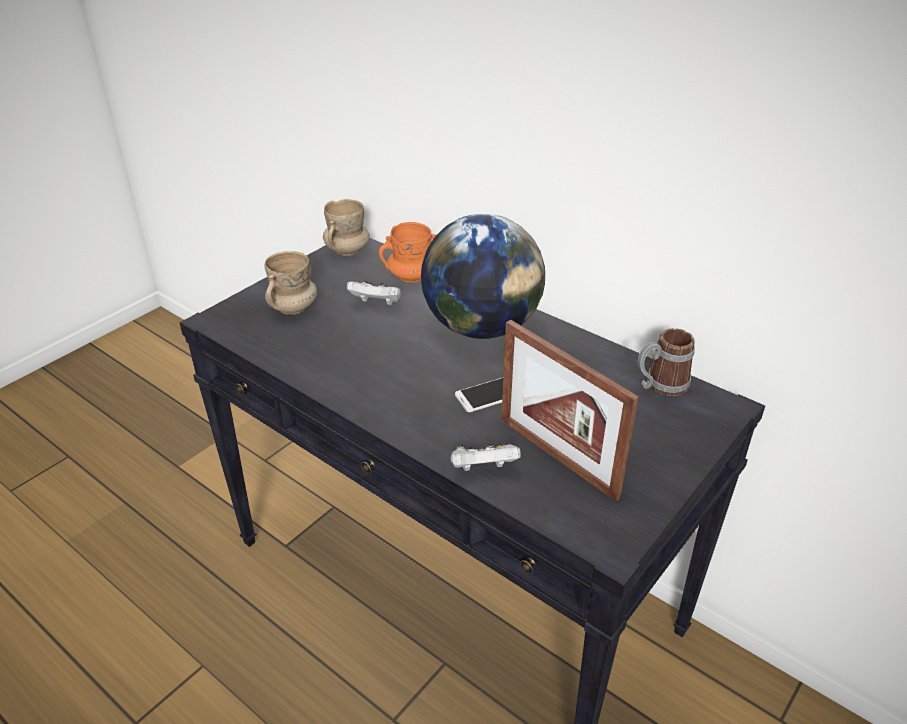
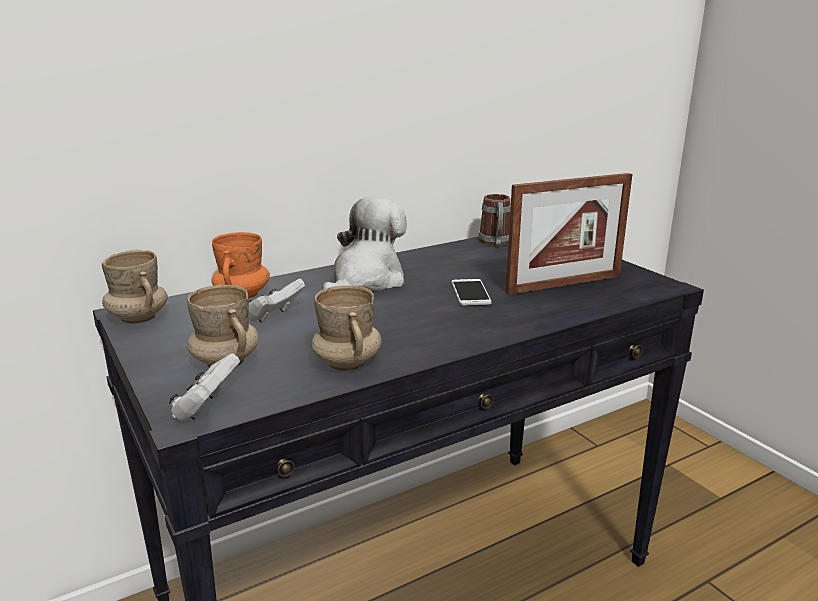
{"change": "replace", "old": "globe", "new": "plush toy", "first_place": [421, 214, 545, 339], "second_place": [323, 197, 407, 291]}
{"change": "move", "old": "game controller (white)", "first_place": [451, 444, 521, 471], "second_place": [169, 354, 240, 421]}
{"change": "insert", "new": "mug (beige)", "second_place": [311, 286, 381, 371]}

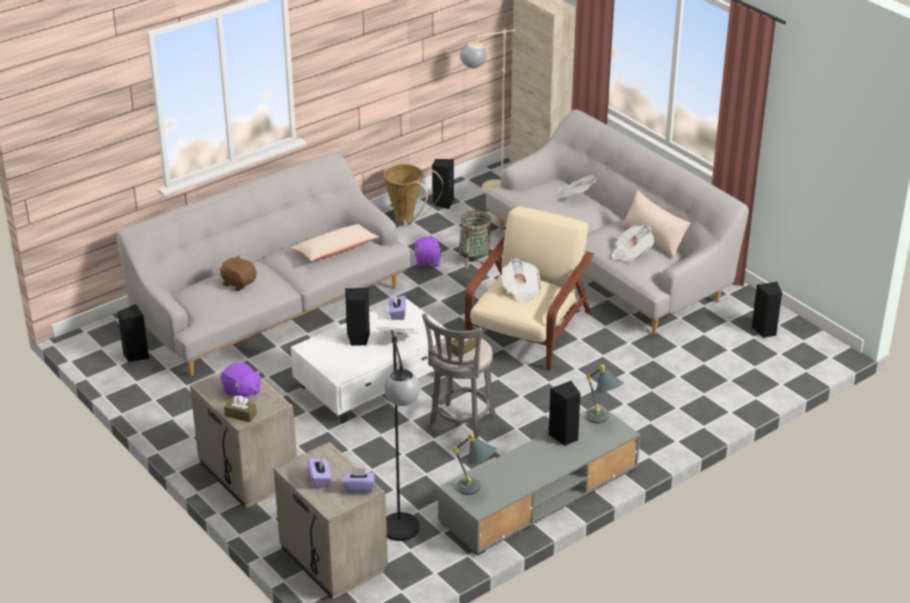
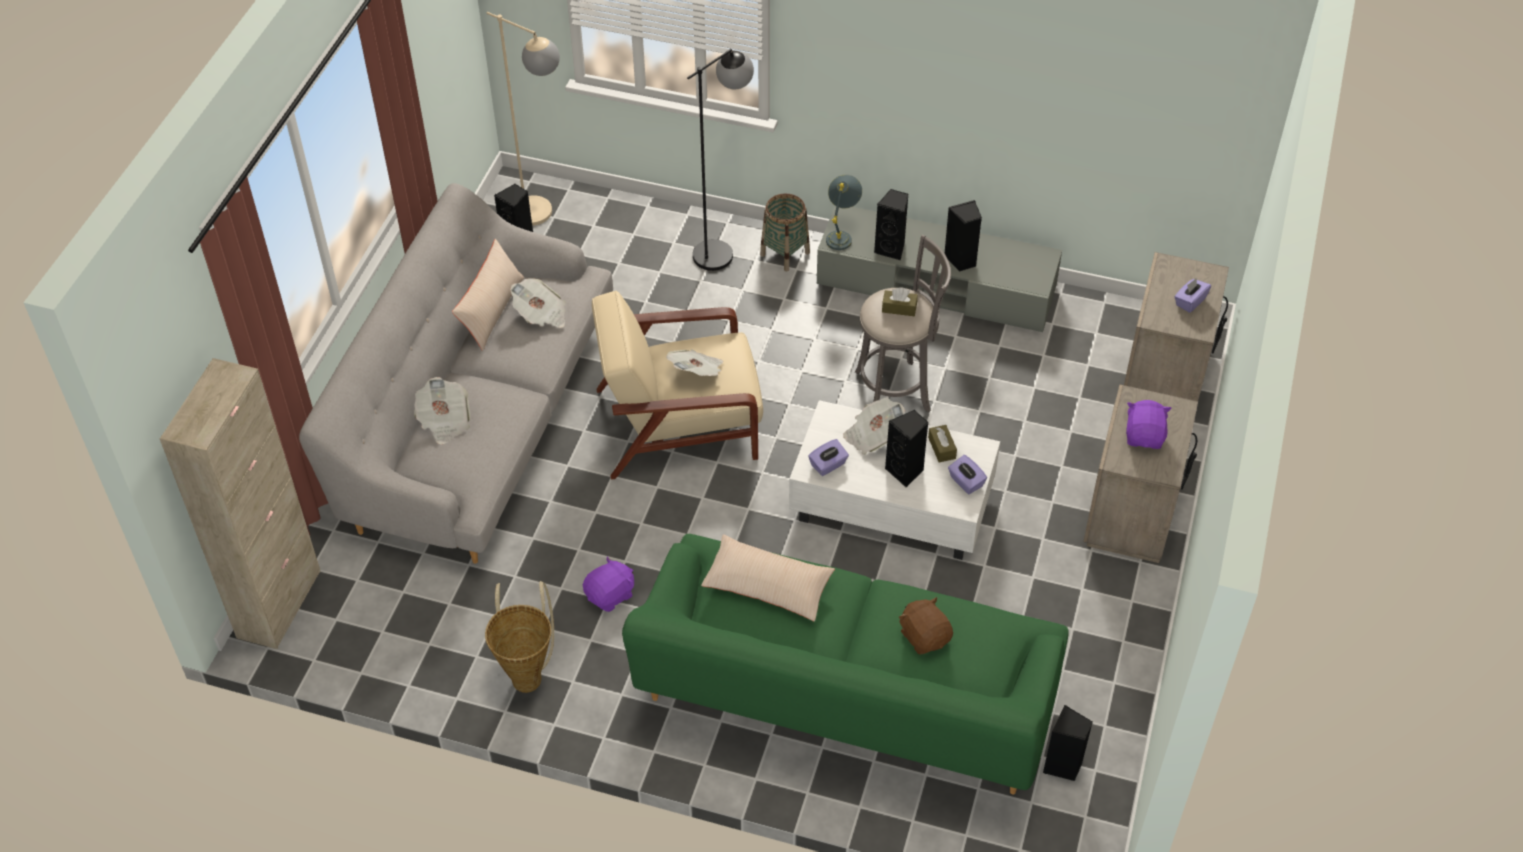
{"change": "move", "old": "floor lamp (beige)", "first_place": [460, 29, 515, 194], "second_place": [486, 12, 560, 226]}
{"change": "recolor", "old": "sofa (grey)", "new": "sofa (green)", "first_place": [117, 152, 410, 376], "second_place": [622, 534, 1068, 794]}
{"change": "move", "old": "speaker (black)", "first_place": [432, 159, 454, 209], "second_place": [945, 200, 982, 272]}
{"change": "move", "old": "basket", "first_place": [459, 210, 492, 269], "second_place": [760, 194, 810, 271]}
{"change": "rotate", "old": "plush toy (brown)", "first_place": [219, 255, 257, 291], "second_place": [899, 597, 953, 655], "degrees": 150}
{"change": "move", "old": "floor lamp (black)", "first_place": [384, 330, 420, 541], "second_place": [687, 49, 754, 271]}
{"change": "move", "old": "tissue box (brown)", "first_place": [224, 395, 257, 422], "second_place": [928, 425, 957, 462]}
{"change": "delete", "old": "table lamp (grey)", "first_place": [452, 434, 496, 495]}
{"change": "move", "old": "tissue box (purple)", "first_place": [342, 468, 375, 494], "second_place": [948, 455, 987, 494]}

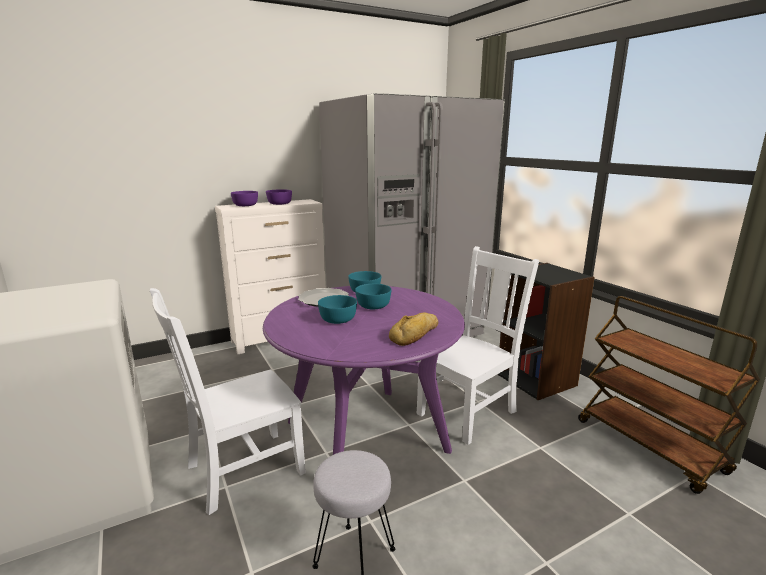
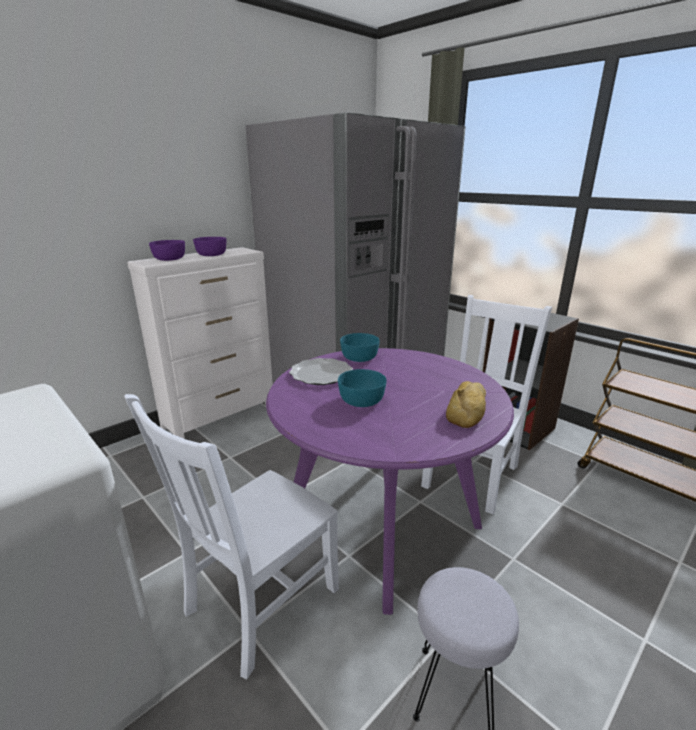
{"change": "delete", "old": "bowl (turquoise)", "first_place": [355, 284, 391, 309]}

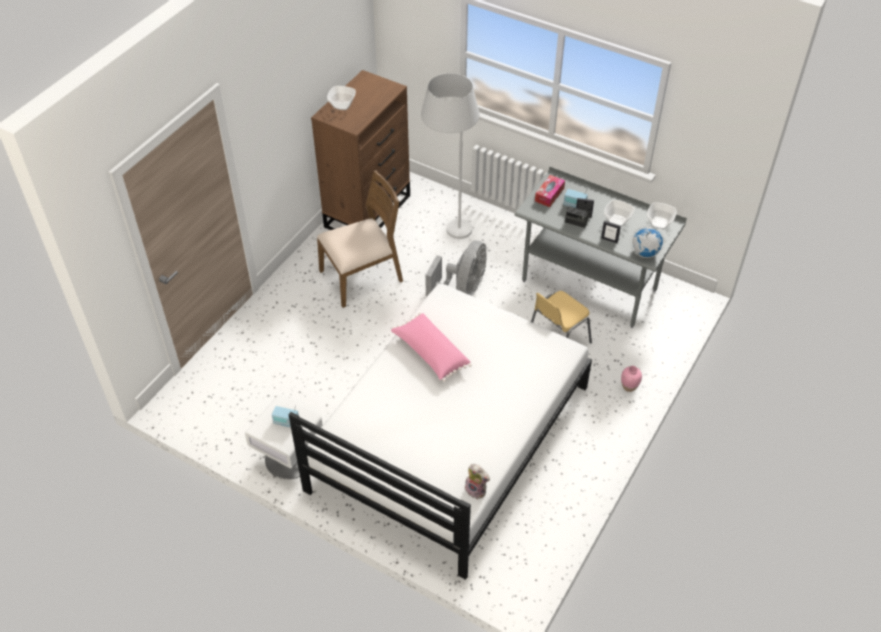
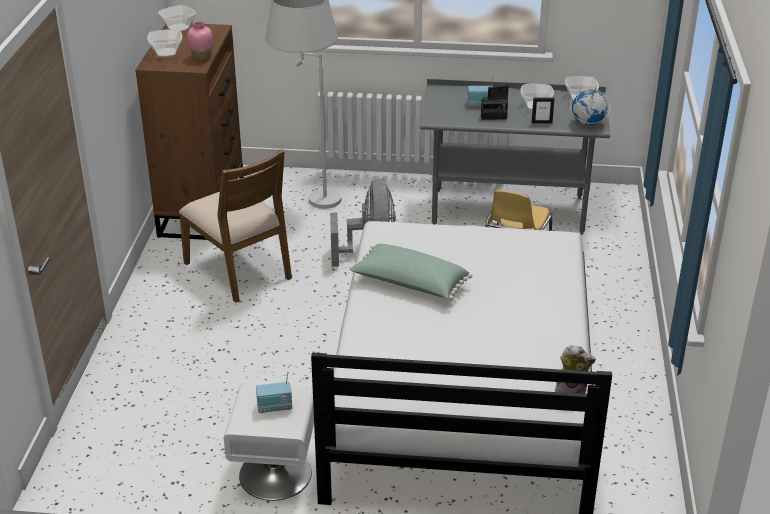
{"change": "rotate", "old": "chair (brown)", "first_place": [317, 170, 403, 308], "second_place": [179, 149, 292, 303], "degrees": 105}
{"change": "delete", "old": "tissue box", "first_place": [535, 175, 565, 207]}
{"change": "recolor", "old": "pillow (pink)", "new": "pillow (green)", "first_place": [391, 313, 472, 382], "second_place": [349, 244, 472, 300]}
{"change": "move", "old": "vase (pink)", "first_place": [621, 366, 642, 392], "second_place": [187, 21, 213, 60]}
{"change": "insert", "new": "bowl", "second_place": [158, 5, 196, 32]}

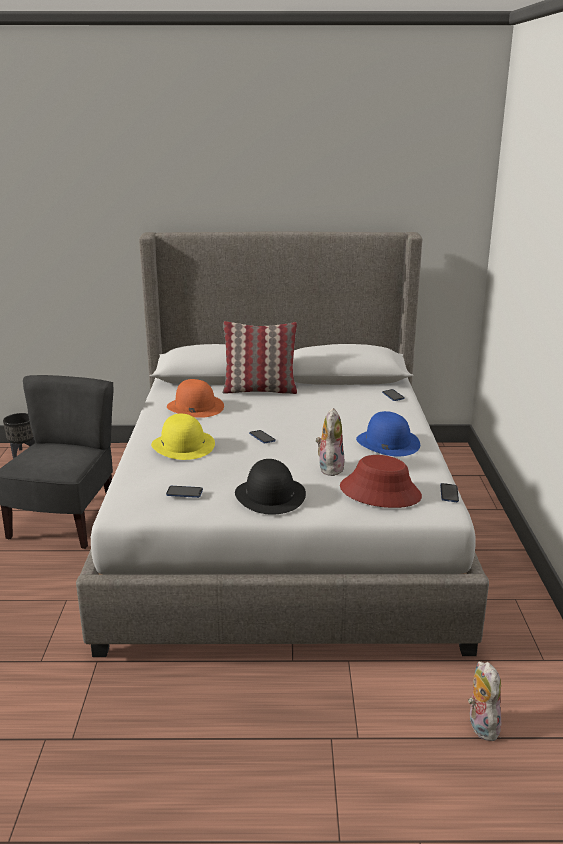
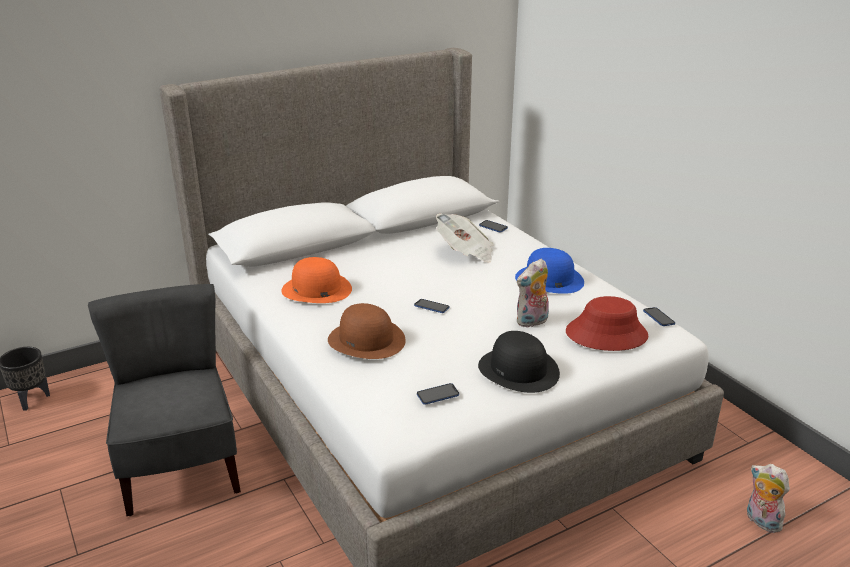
{"change": "delete", "old": "pillow", "first_place": [222, 321, 297, 394]}
{"change": "rotate", "old": "plush toy", "first_place": [316, 408, 344, 476], "second_place": [516, 259, 549, 327], "degrees": -105}
{"change": "recolor", "old": "hat (yellow)", "new": "hat (brown)", "first_place": [151, 414, 215, 460], "second_place": [328, 303, 406, 359]}
{"change": "insert", "new": "newspaper", "second_place": [436, 213, 494, 262]}

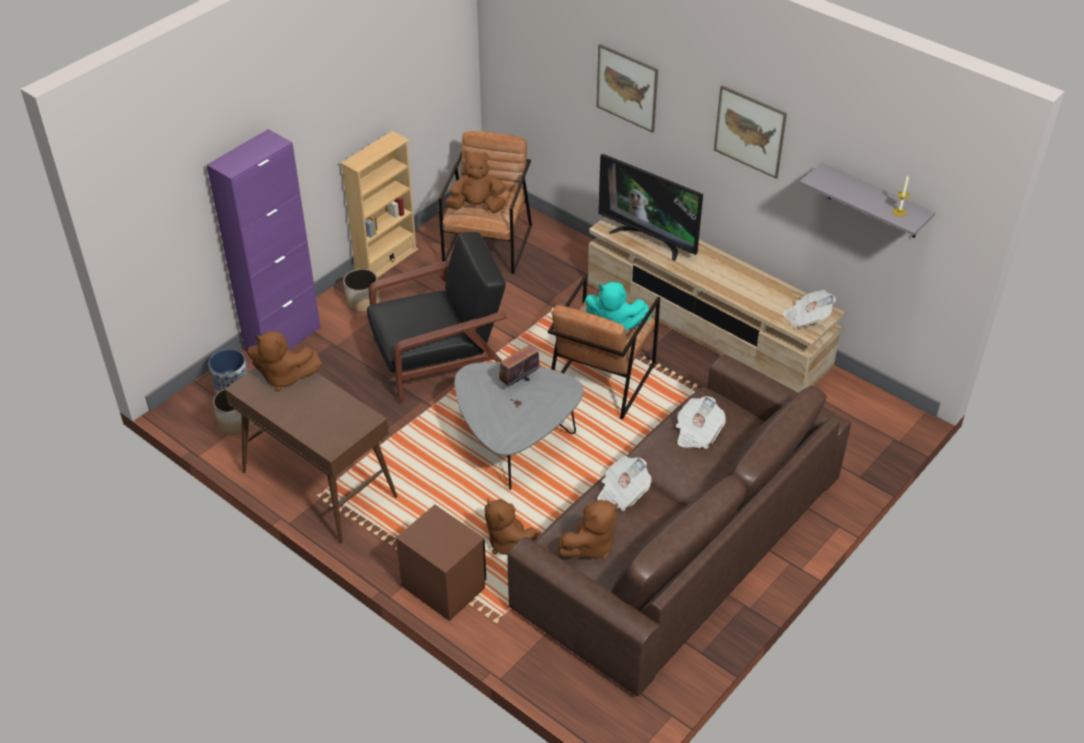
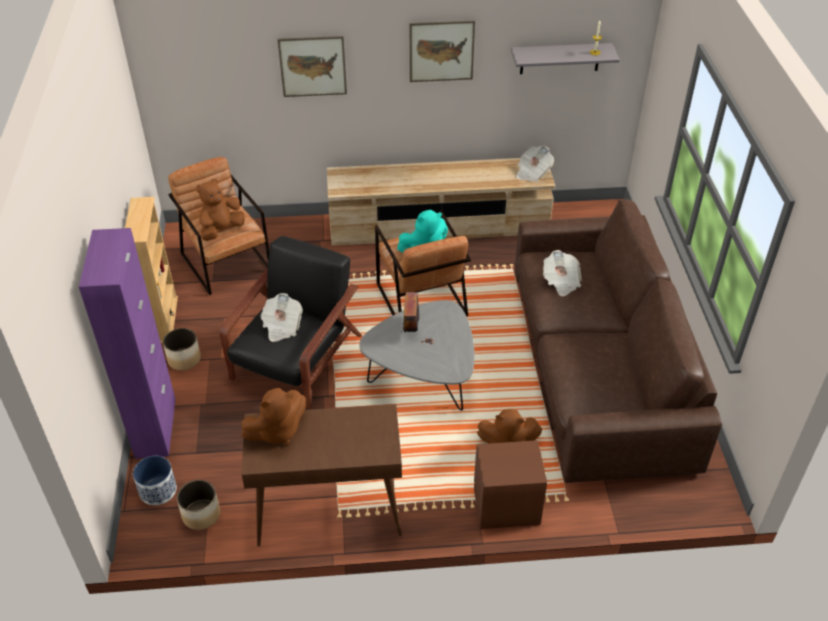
{"change": "delete", "old": "television", "first_place": [598, 153, 703, 261]}
{"change": "move", "old": "newspaper", "first_place": [597, 456, 651, 511], "second_place": [260, 293, 303, 342]}
{"change": "delete", "old": "plush toy (brown)", "first_place": [558, 500, 618, 559]}

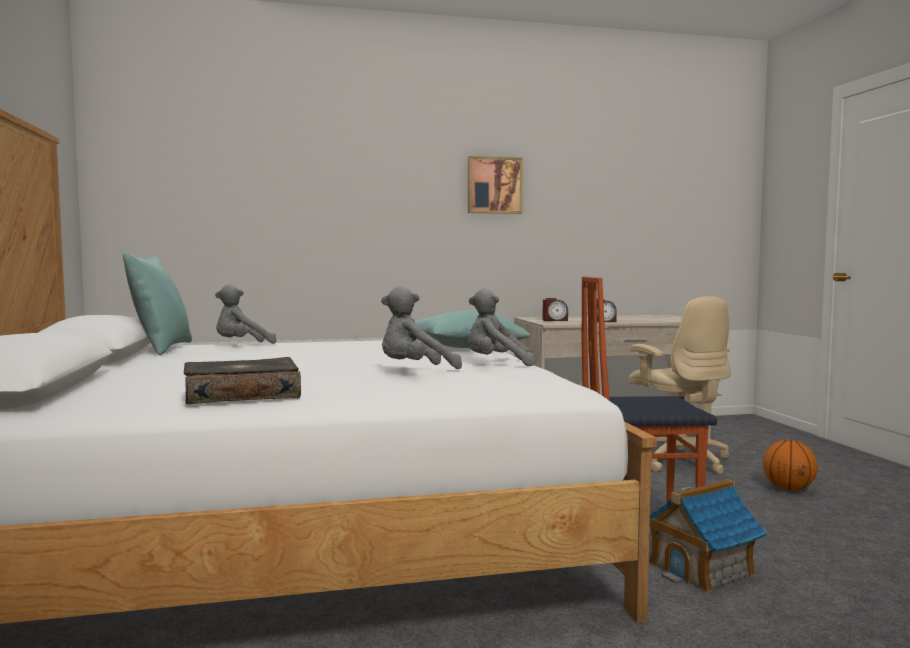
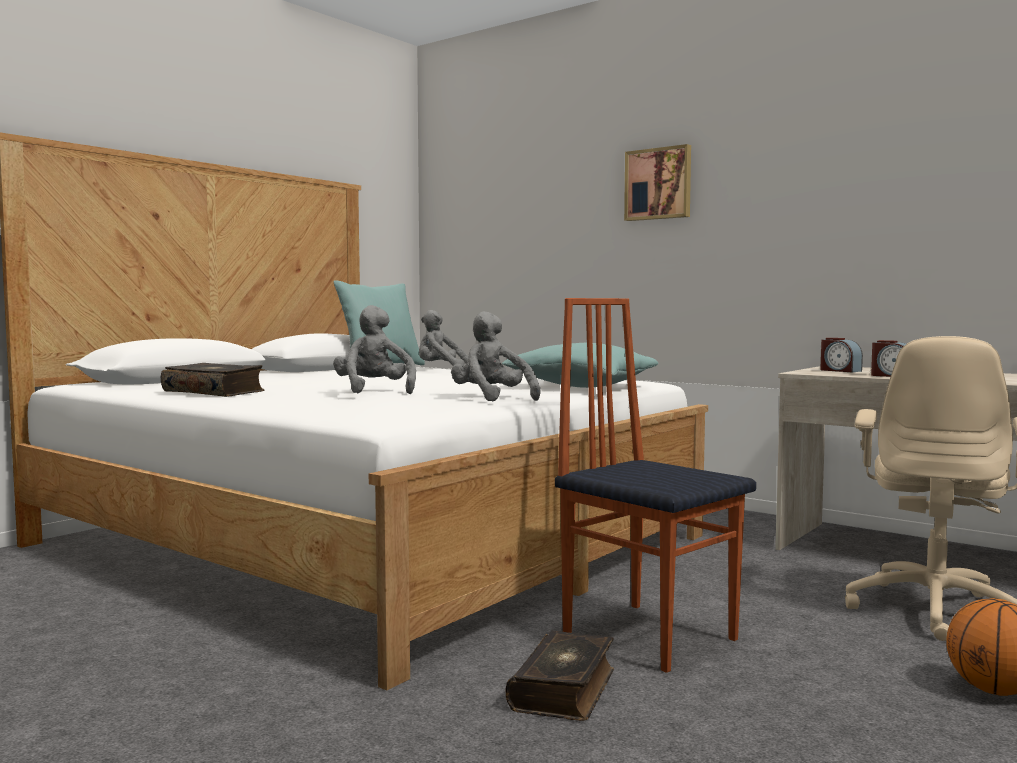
{"change": "move", "old": "picture", "first_place": [468, 156, 523, 214], "second_place": [624, 144, 691, 221]}
{"change": "rotate", "old": "plush toy (grey)", "first_place": [381, 286, 462, 369], "second_place": [333, 305, 416, 394], "degrees": 45}
{"change": "replace", "old": "toy house", "new": "book", "first_place": [649, 479, 767, 593], "second_place": [506, 631, 614, 721]}

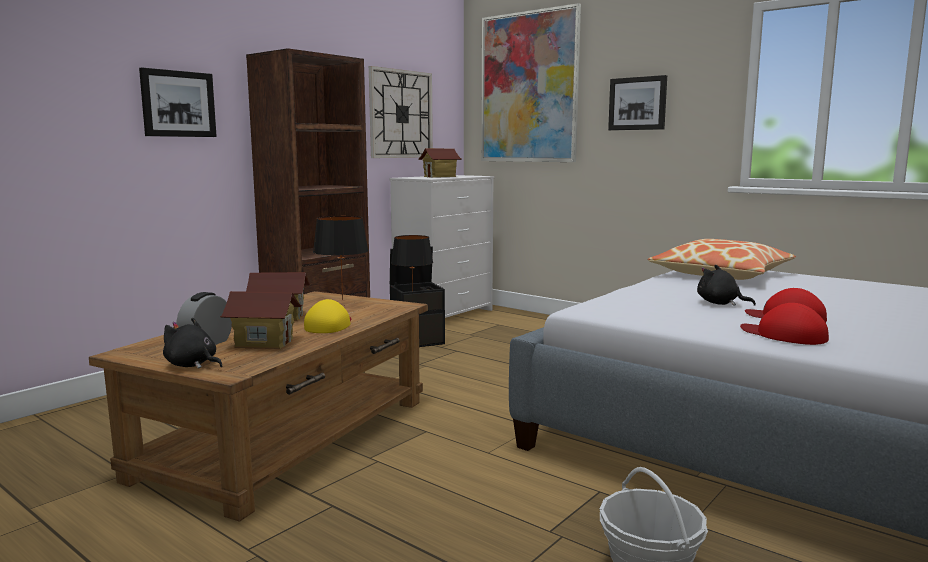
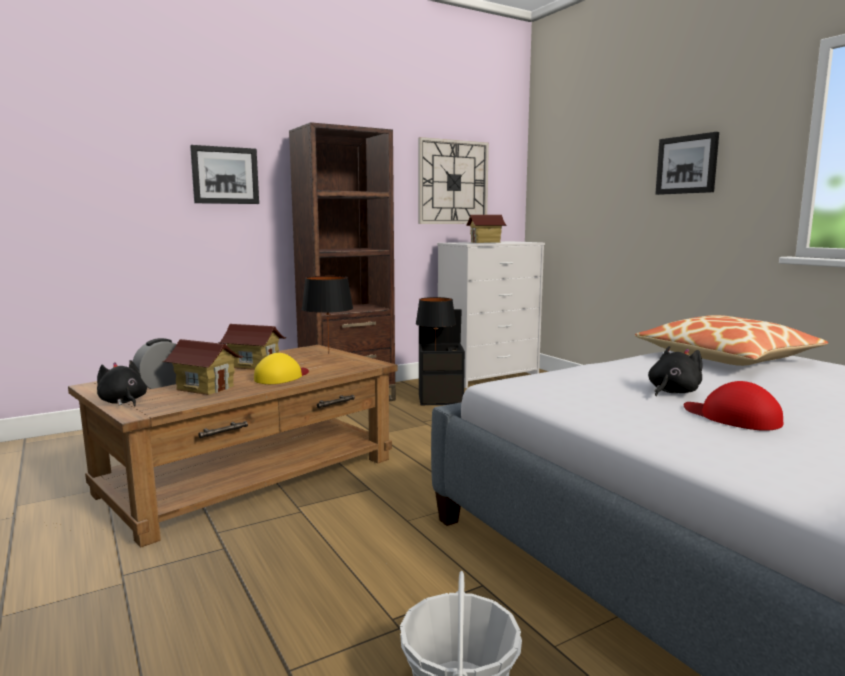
{"change": "delete", "old": "picture", "first_place": [481, 3, 581, 162]}
{"change": "rotate", "old": "plush toy (black)", "first_place": [697, 265, 756, 306], "second_place": [648, 346, 702, 396], "degrees": 75}
{"change": "delete", "old": "cap (red)", "first_place": [740, 303, 829, 345]}

